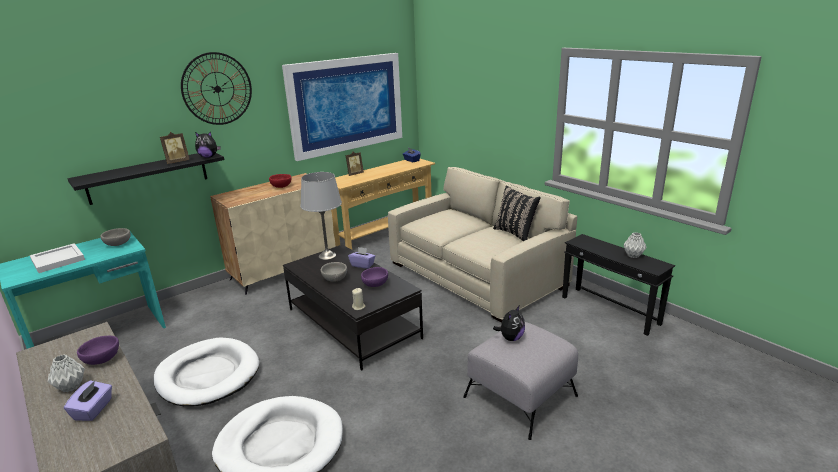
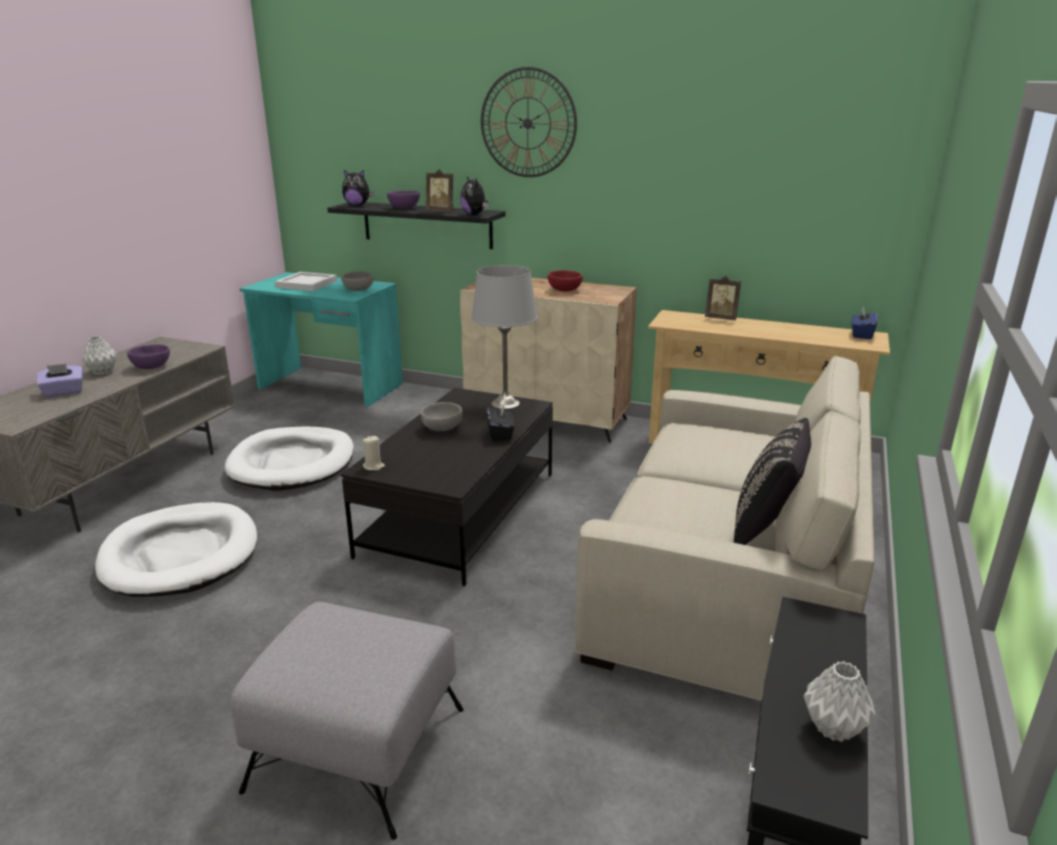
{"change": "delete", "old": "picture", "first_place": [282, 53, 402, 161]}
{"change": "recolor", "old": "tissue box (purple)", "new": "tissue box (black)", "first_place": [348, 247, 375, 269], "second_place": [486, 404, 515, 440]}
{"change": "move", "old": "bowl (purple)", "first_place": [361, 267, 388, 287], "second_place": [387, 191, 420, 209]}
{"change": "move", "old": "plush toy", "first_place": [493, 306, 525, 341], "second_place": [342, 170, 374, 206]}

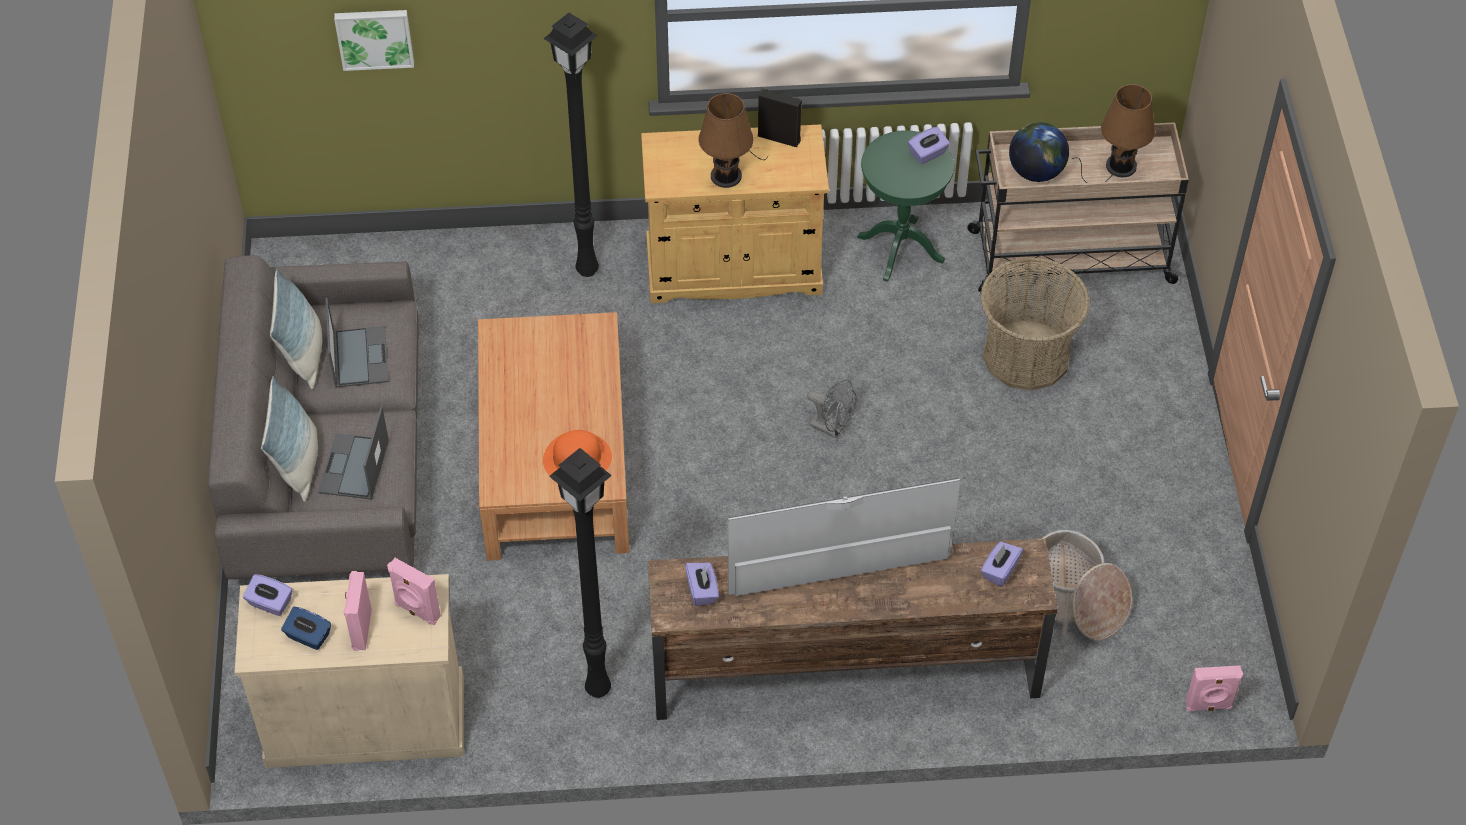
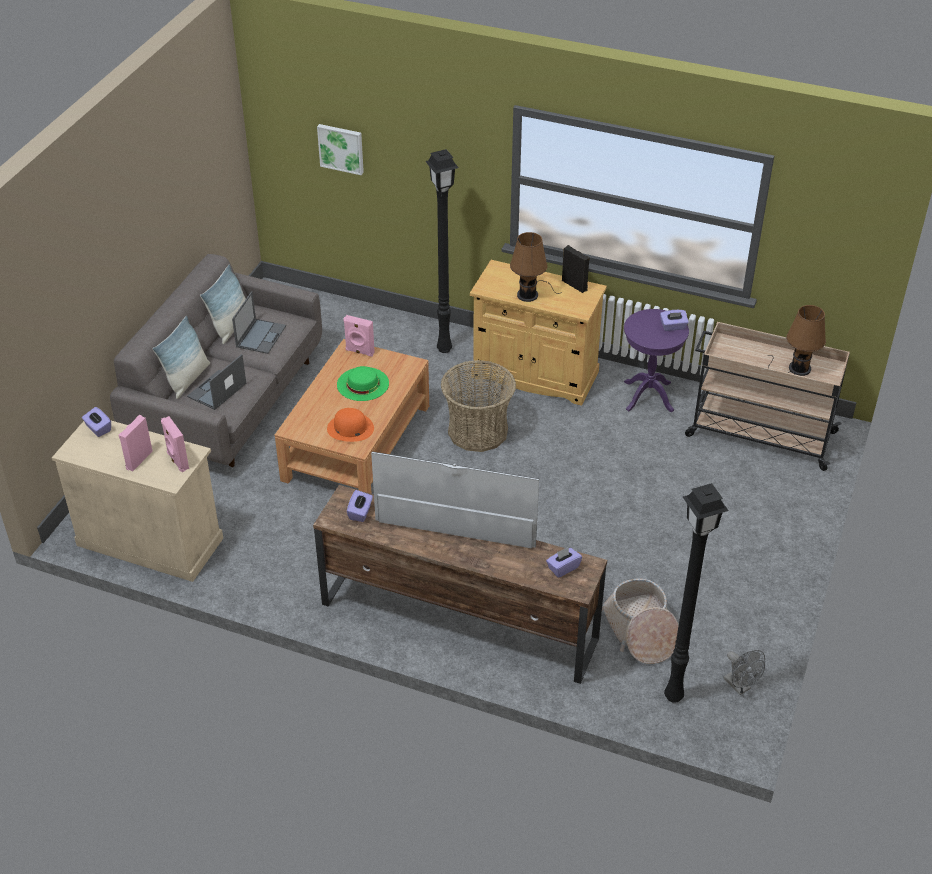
{"change": "delete", "old": "globe", "first_place": [1009, 122, 1069, 182]}
{"change": "recolor", "old": "side table (green)", "new": "side table (purple)", "first_place": [857, 130, 954, 282], "second_place": [624, 309, 689, 412]}
{"change": "move", "old": "basket", "first_place": [980, 257, 1090, 391], "second_place": [441, 360, 516, 452]}
{"change": "move", "old": "fan (grey)", "first_place": [807, 379, 856, 438], "second_place": [724, 650, 765, 695]}
{"change": "move", "old": "floor lamp (black)", "first_place": [549, 448, 612, 698], "second_place": [664, 483, 728, 703]}
{"change": "delete", "old": "tissue box (blue)", "first_place": [281, 607, 331, 650]}
{"change": "move", "old": "speaker (pink)", "first_place": [1186, 665, 1243, 712], "second_place": [343, 315, 375, 357]}
{"change": "insert", "new": "hat (green)", "second_place": [337, 366, 389, 401]}

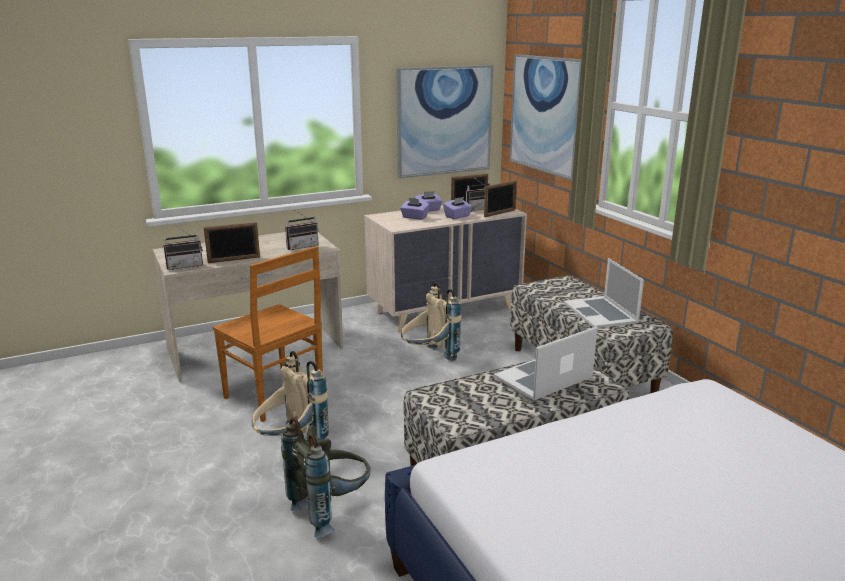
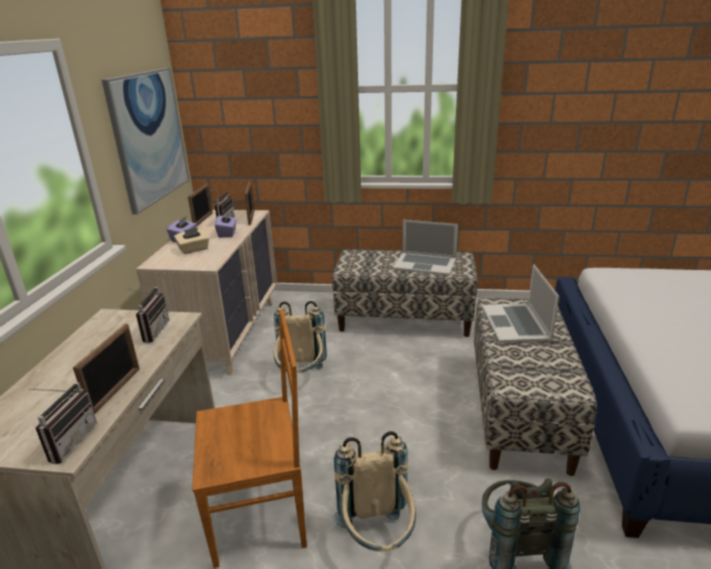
{"change": "delete", "old": "picture", "first_place": [510, 54, 582, 180]}
{"change": "recolor", "old": "tissue box (purple)", "new": "tissue box (beige)", "first_place": [400, 198, 430, 220], "second_place": [174, 228, 209, 254]}

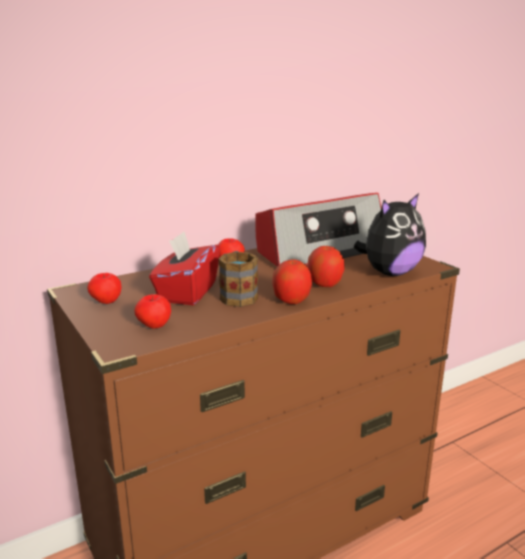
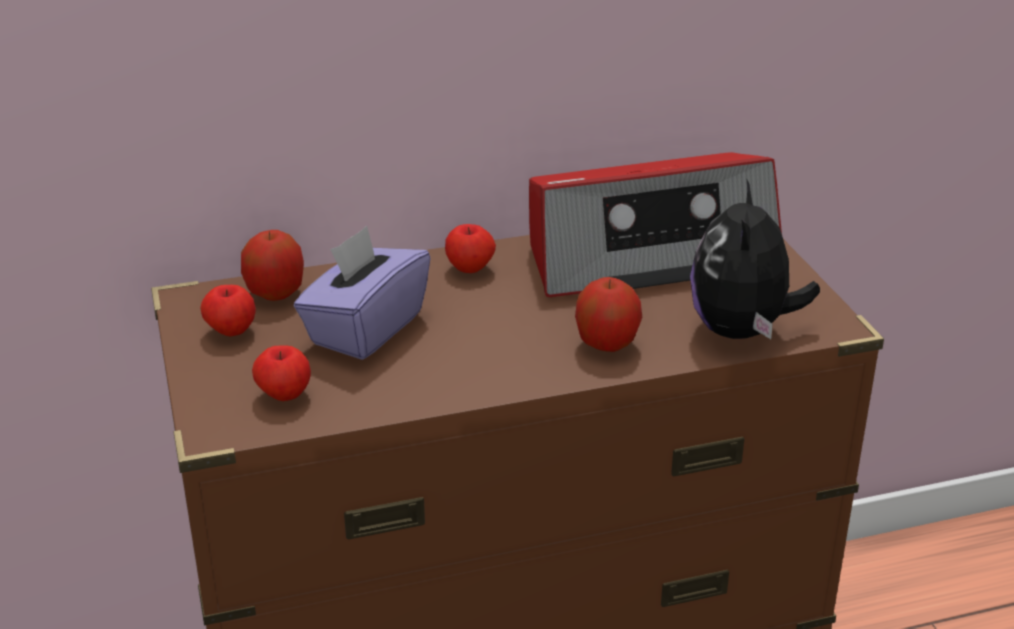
{"change": "rotate", "old": "plush toy", "first_place": [354, 193, 426, 276], "second_place": [690, 178, 820, 339], "degrees": 120}
{"change": "recolor", "old": "tissue box (red)", "new": "tissue box (purple)", "first_place": [149, 231, 220, 305], "second_place": [294, 226, 431, 360]}
{"change": "delete", "old": "mug", "first_place": [218, 251, 258, 307]}
{"change": "move", "old": "apple", "first_place": [272, 259, 312, 304], "second_place": [241, 230, 304, 301]}

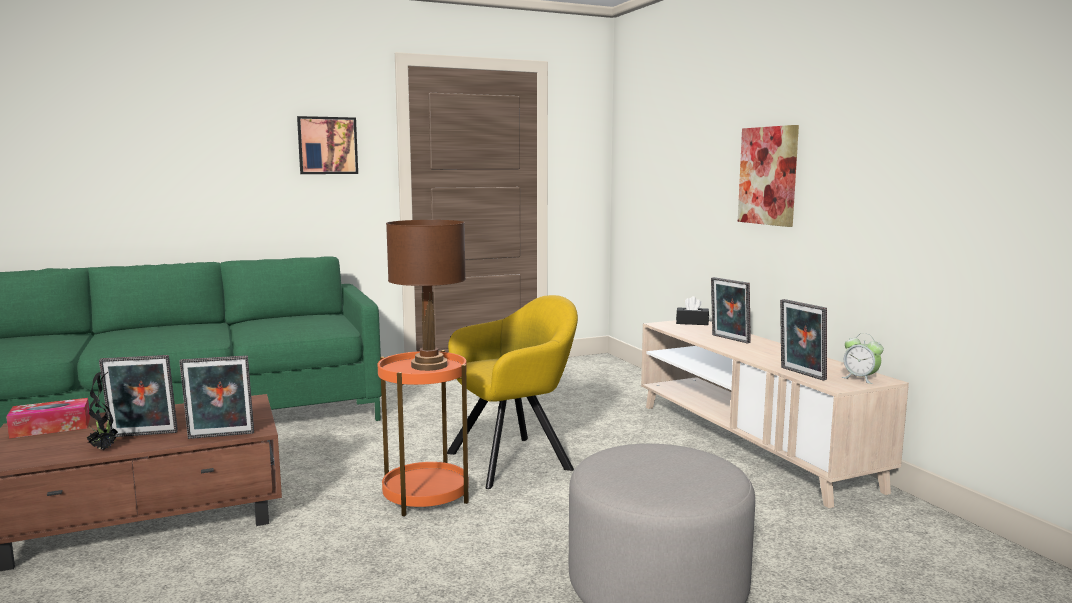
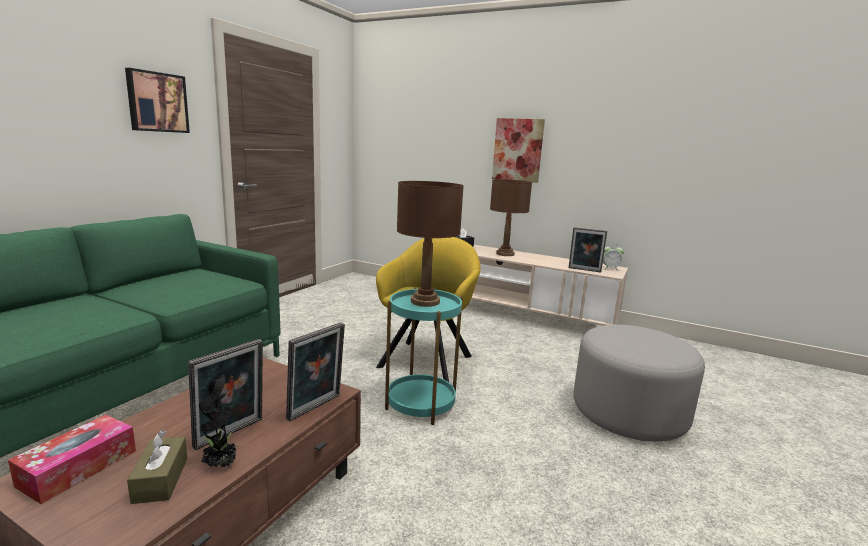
{"change": "replace", "old": "picture frame", "new": "table lamp (brown)", "first_place": [711, 277, 751, 343], "second_place": [490, 179, 532, 256]}
{"change": "recolor", "old": "side table (orange)", "new": "side table (turquoise)", "first_place": [378, 350, 469, 517], "second_place": [385, 287, 462, 425]}
{"change": "insert", "new": "tissue box (brown)", "second_place": [127, 430, 187, 504]}

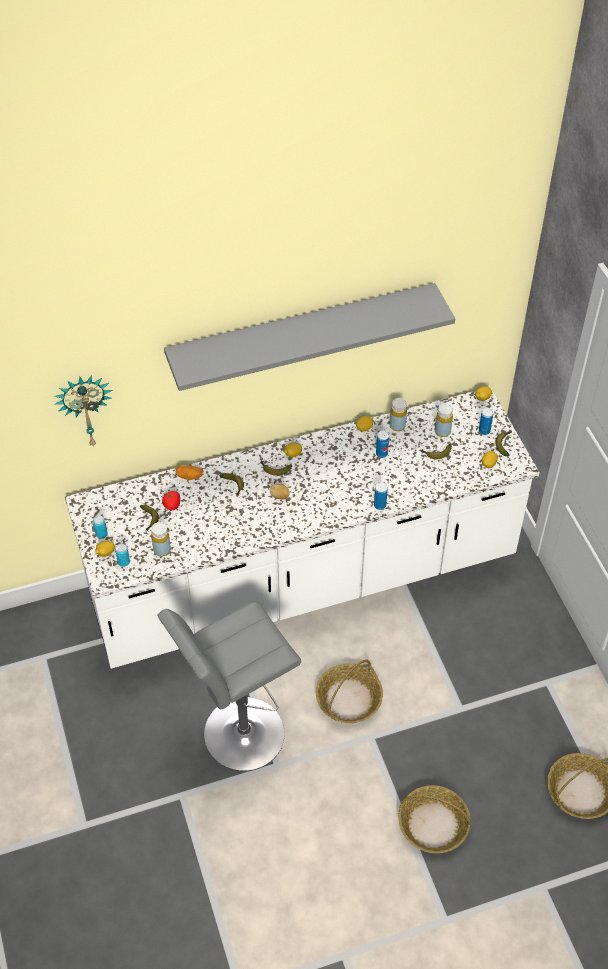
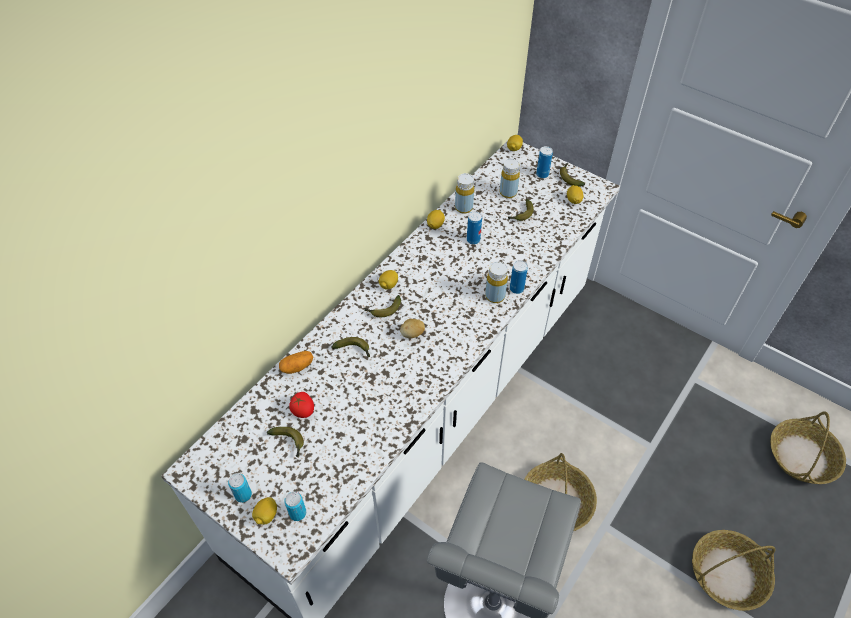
{"change": "delete", "old": "shelf (grey)", "first_place": [164, 283, 455, 391]}
{"change": "delete", "old": "wall clock", "first_place": [54, 375, 113, 447]}
{"change": "move", "old": "bottle (yellow)", "first_place": [151, 522, 171, 556], "second_place": [485, 261, 508, 303]}

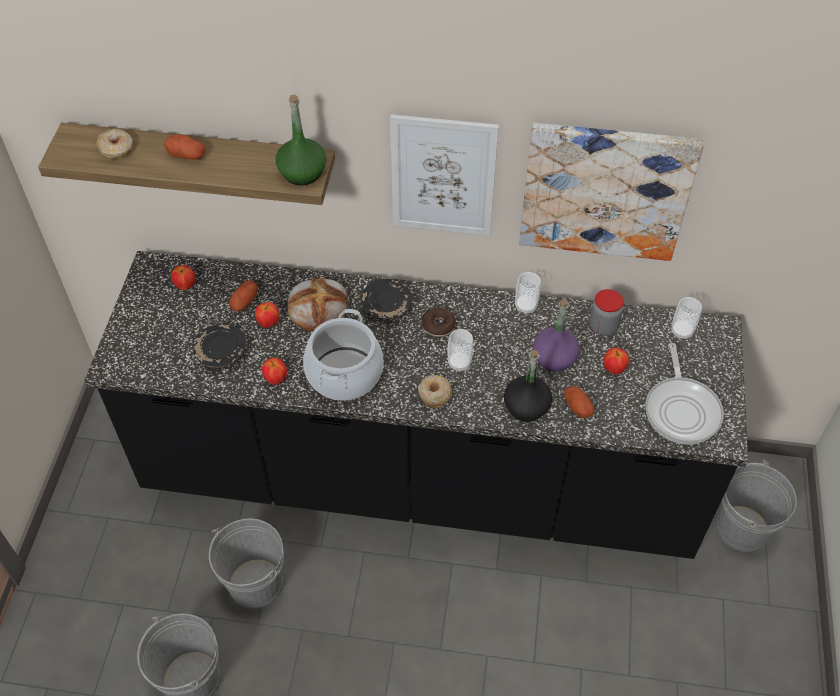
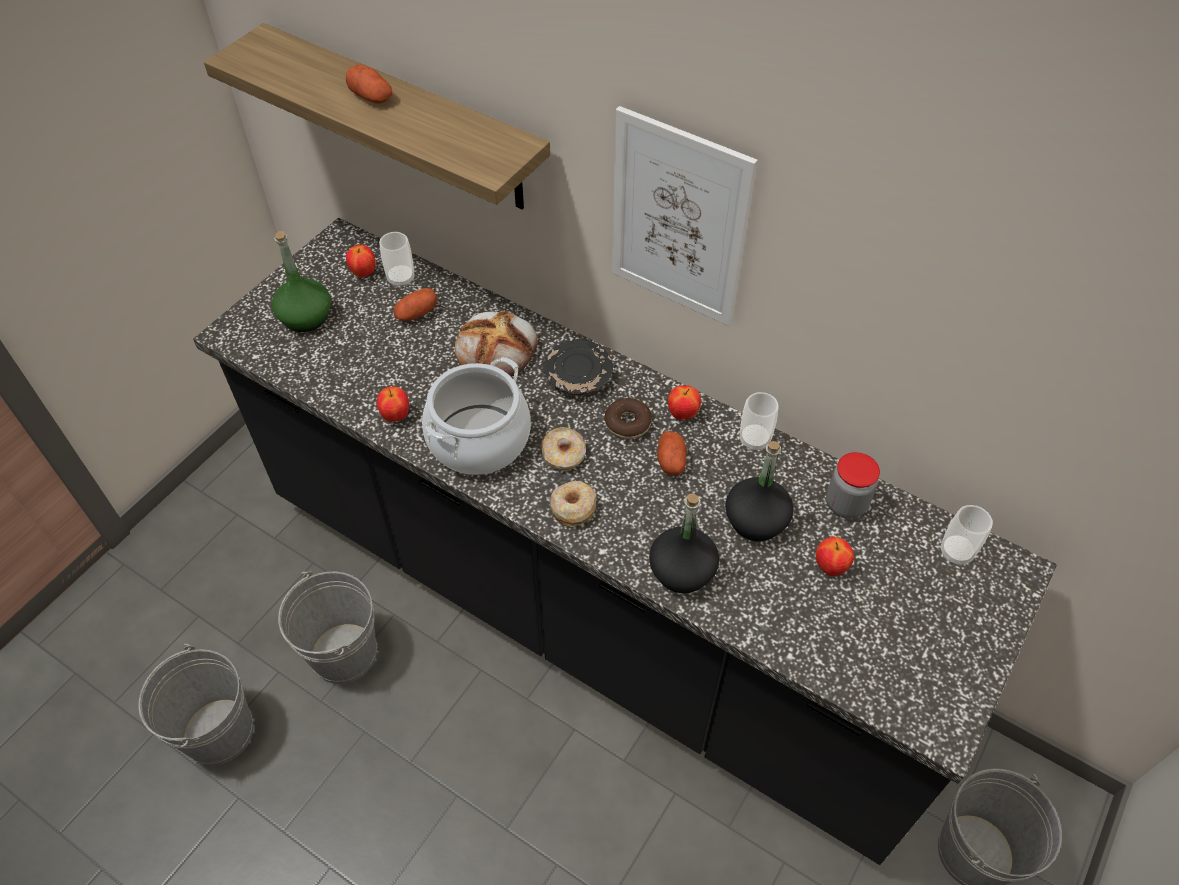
{"change": "move", "old": "bottle (green)", "first_place": [276, 94, 326, 186], "second_place": [272, 231, 331, 332]}
{"change": "delete", "old": "picture", "first_place": [519, 123, 703, 261]}
{"change": "move", "old": "donut", "first_place": [96, 128, 133, 159], "second_place": [541, 427, 586, 471]}
{"change": "recolor", "old": "bottle (purple)", "new": "bottle (black)", "first_place": [533, 300, 580, 372], "second_place": [725, 441, 794, 541]}
{"change": "move", "old": "apple", "first_place": [255, 302, 279, 328], "second_place": [668, 385, 701, 420]}
{"change": "delete", "old": "plate (black)", "first_place": [192, 324, 246, 368]}
{"change": "move", "old": "cup", "first_place": [448, 329, 473, 372], "second_place": [379, 232, 414, 287]}
{"change": "delete", "old": "frying pan", "first_place": [645, 343, 724, 445]}
{"change": "move", "old": "potato", "first_place": [564, 386, 594, 418], "second_place": [657, 431, 687, 475]}

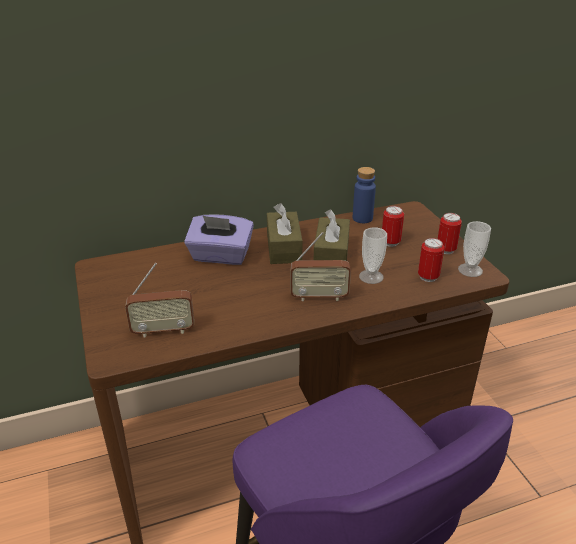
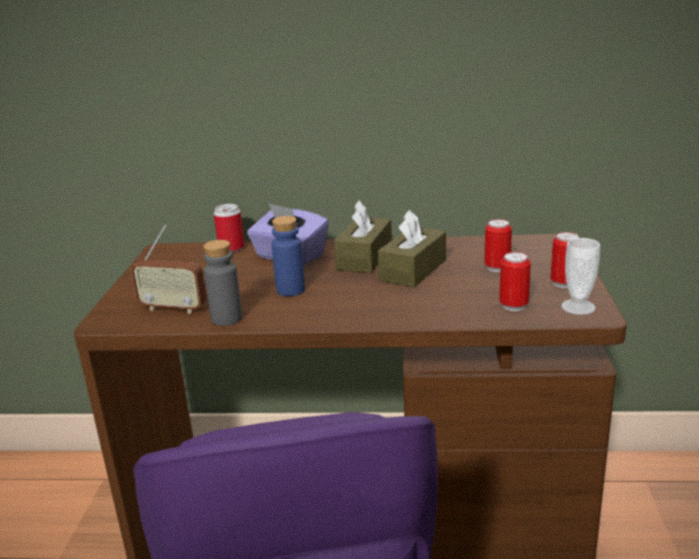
{"change": "move", "old": "bottle (blue)", "first_place": [353, 167, 376, 223], "second_place": [272, 216, 305, 296]}
{"change": "delete", "old": "cup", "first_place": [359, 227, 387, 284]}
{"change": "delete", "old": "radio", "first_place": [290, 232, 351, 301]}
{"change": "insert", "new": "can", "second_place": [214, 204, 245, 252]}
{"change": "insert", "new": "bottle (grey)", "second_place": [204, 240, 242, 326]}

